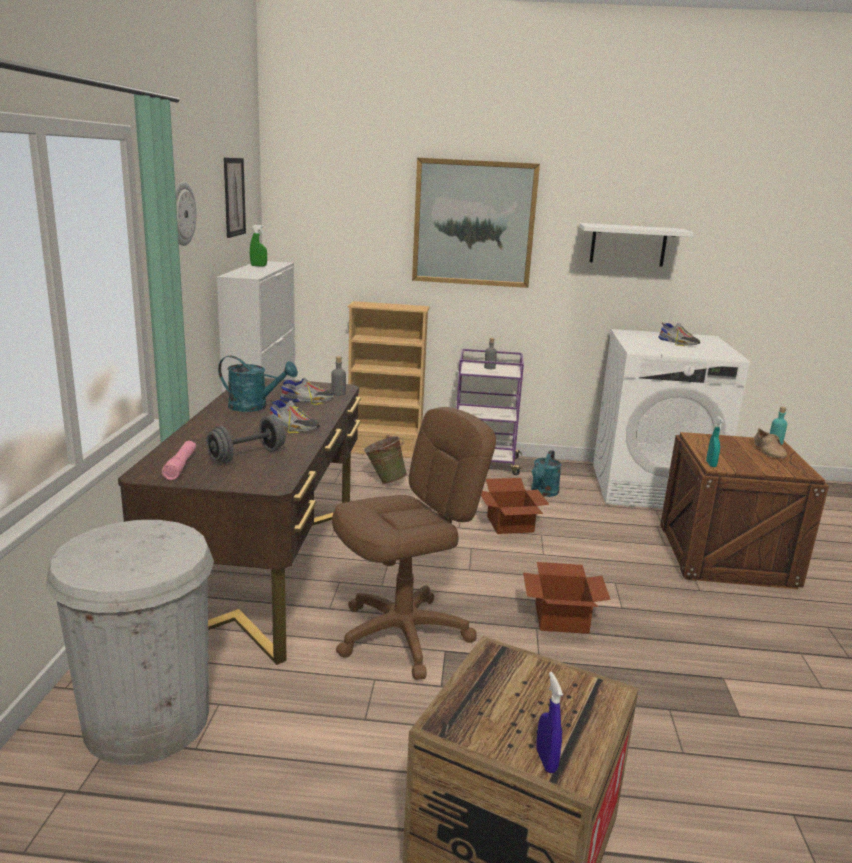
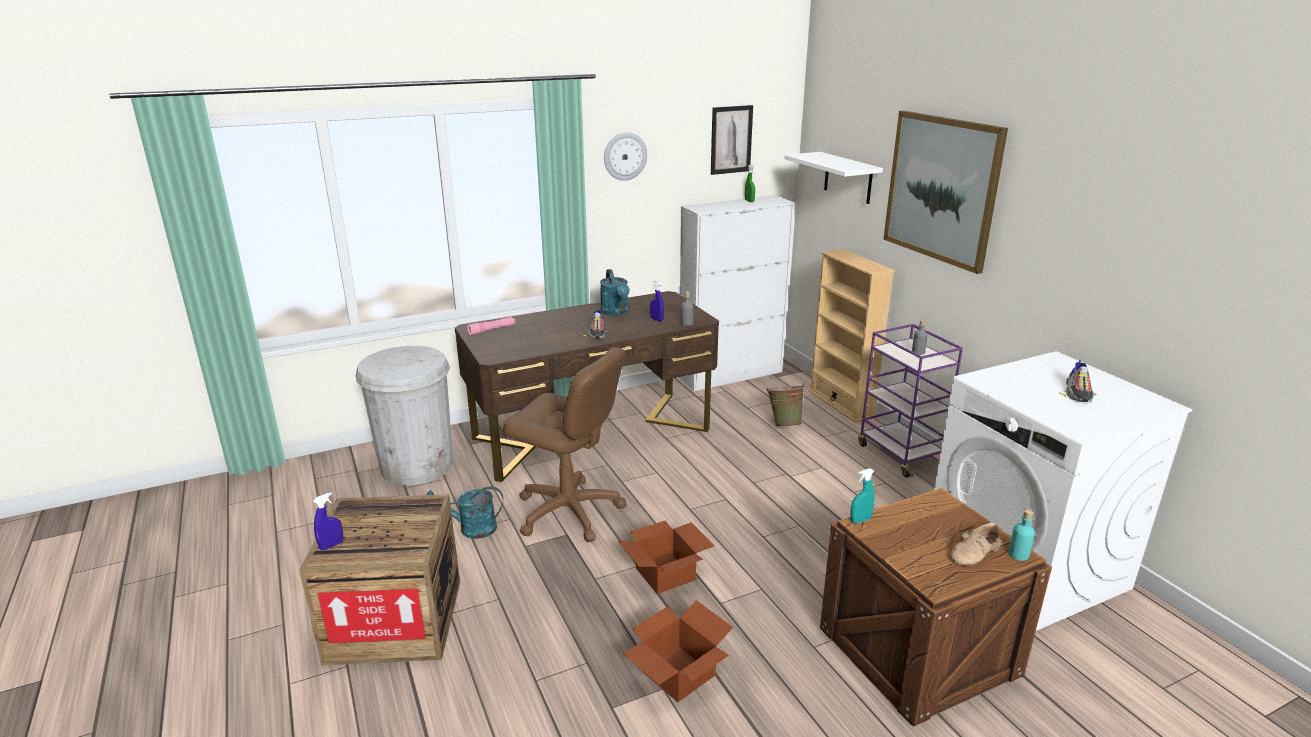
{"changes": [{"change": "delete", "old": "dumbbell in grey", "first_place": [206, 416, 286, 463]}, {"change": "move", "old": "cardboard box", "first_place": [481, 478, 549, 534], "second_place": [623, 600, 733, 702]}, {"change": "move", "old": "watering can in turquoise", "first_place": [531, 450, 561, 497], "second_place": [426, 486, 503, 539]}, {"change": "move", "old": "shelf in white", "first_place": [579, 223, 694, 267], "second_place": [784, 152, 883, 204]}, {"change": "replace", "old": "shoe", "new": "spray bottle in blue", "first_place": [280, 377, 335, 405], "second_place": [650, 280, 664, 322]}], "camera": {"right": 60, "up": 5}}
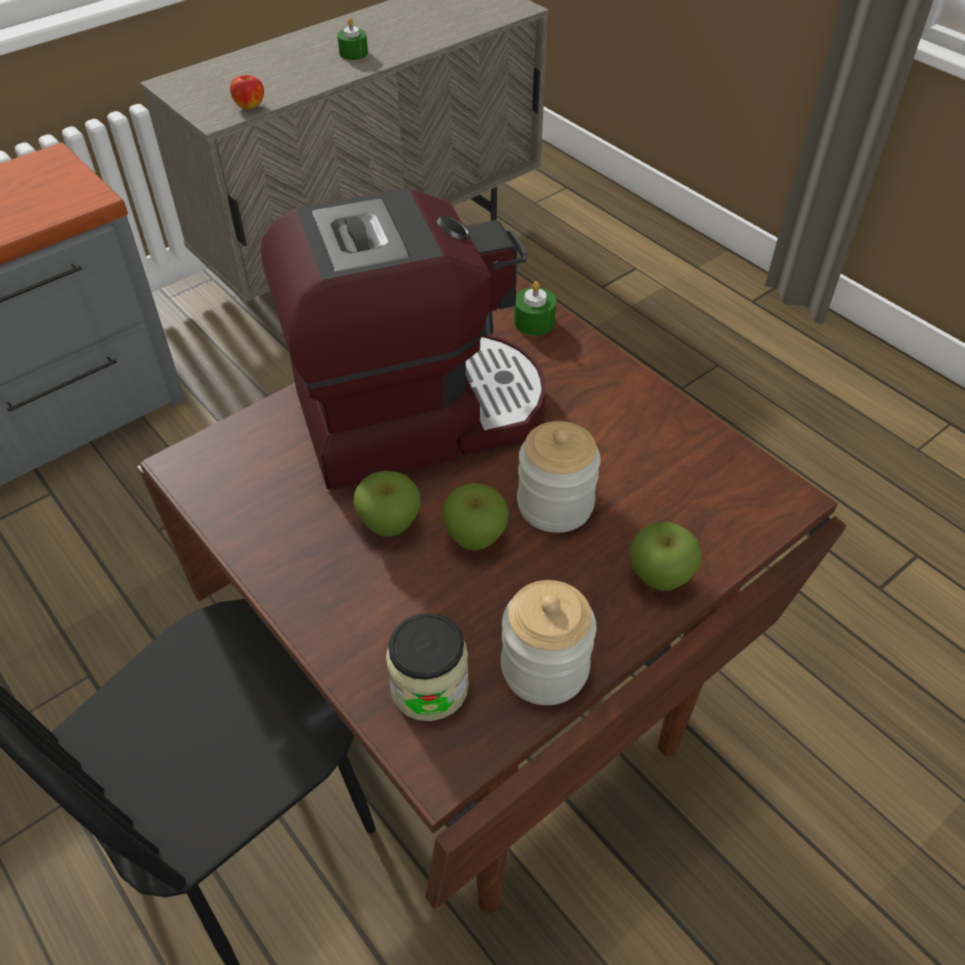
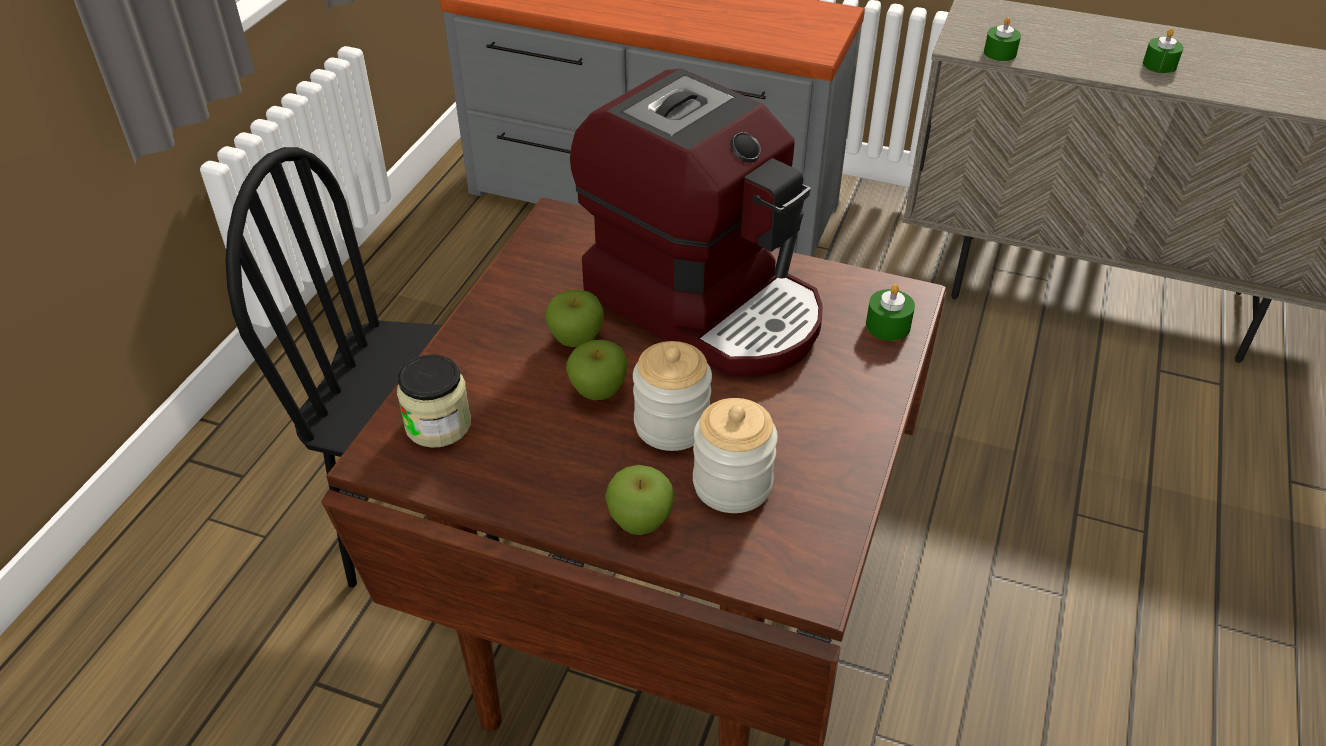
{"changes": [{"change": "move", "old": "jar", "first_place": [501, 580, 596, 705], "second_place": [693, 398, 778, 513]}, {"change": "replace", "old": "apple", "new": "candle in green", "first_place": [230, 75, 264, 110], "second_place": [984, 17, 1021, 61]}], "camera": {"right": 60, "up": -5}}
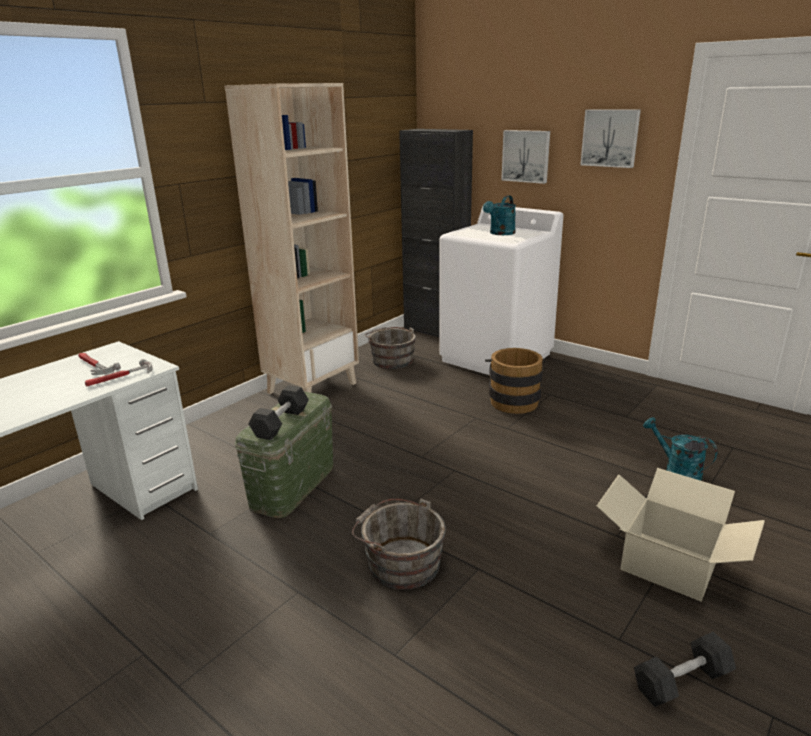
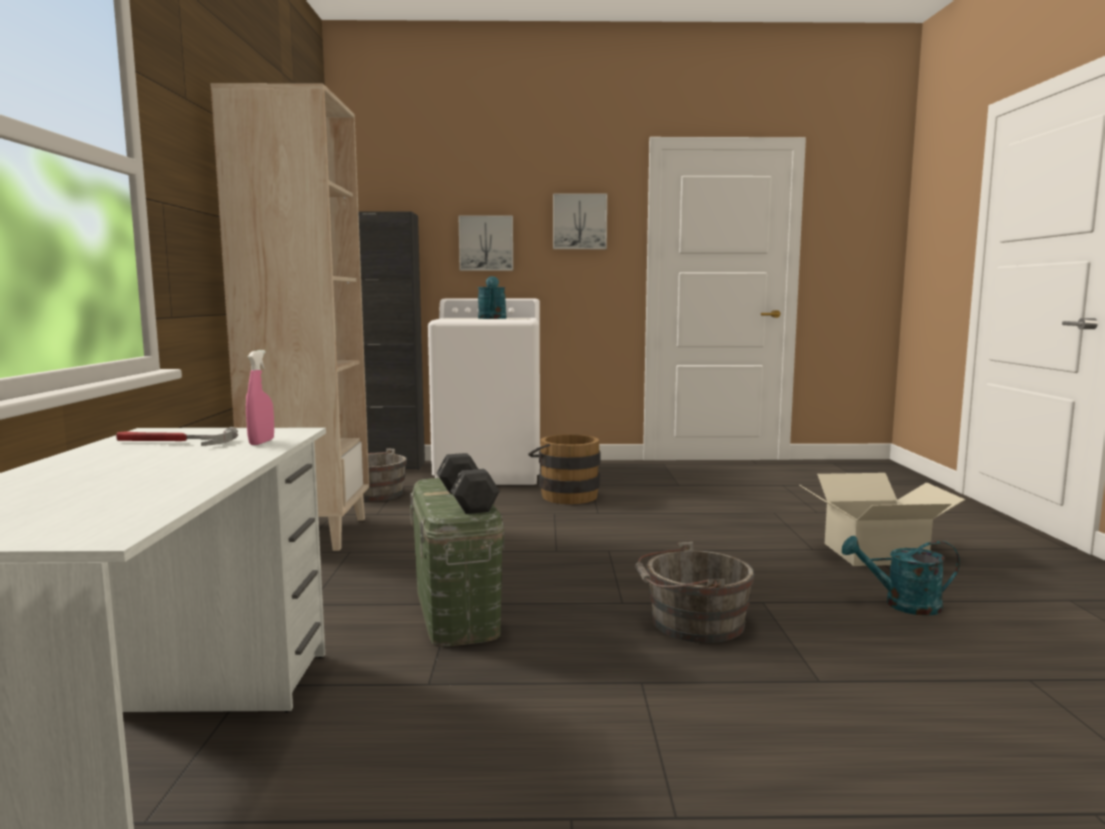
{"changes": [{"change": "delete", "old": "dumbbell in black", "first_place": [634, 632, 736, 707]}, {"change": "move", "old": "watering can in turquoise", "first_place": [643, 417, 718, 481], "second_place": [842, 536, 960, 616]}, {"change": "replace", "old": "hammer", "new": "spray bottle in pink", "first_place": [85, 359, 153, 387], "second_place": [246, 350, 274, 445]}], "camera": {"right": -40, "up": -15}}
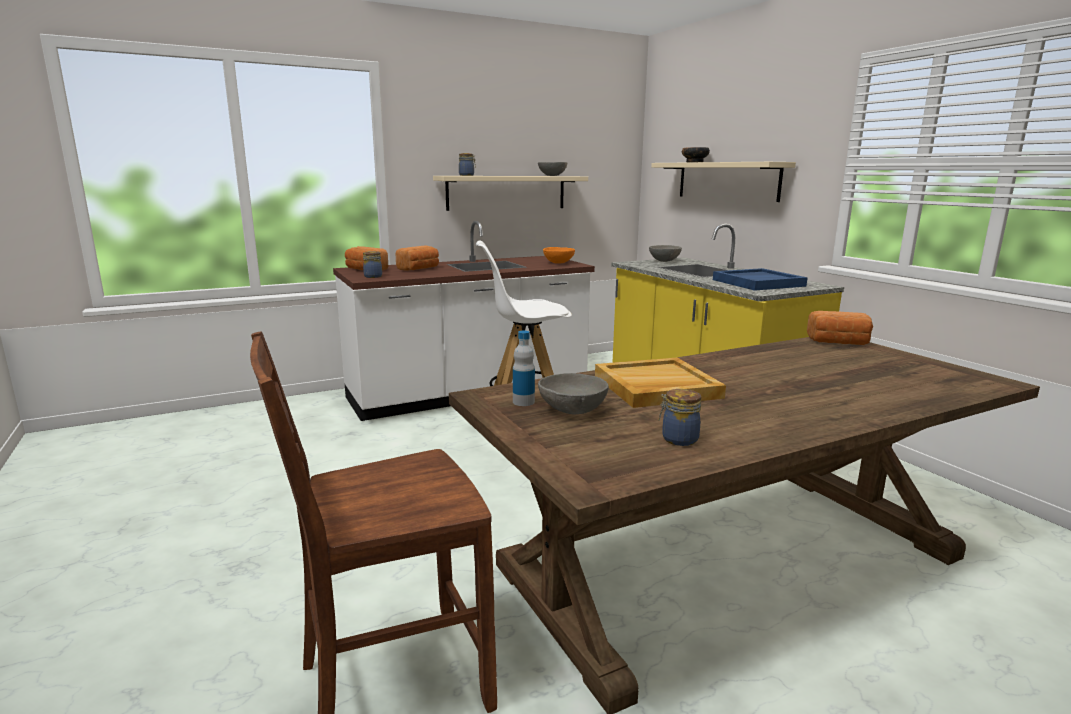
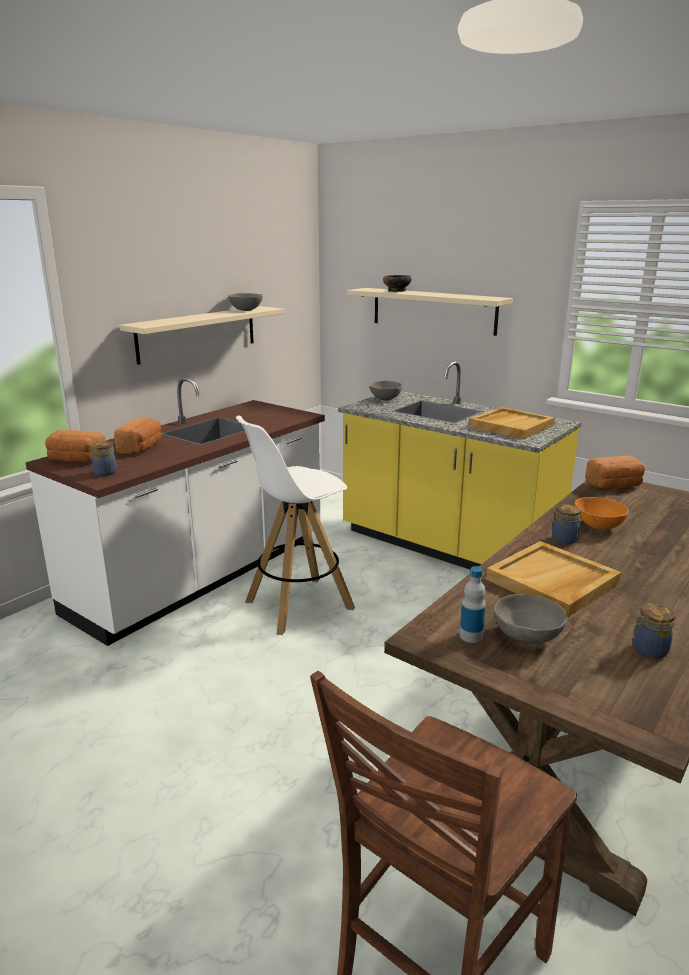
{"changes": [{"change": "move", "old": "jar", "first_place": [459, 153, 476, 176], "second_place": [552, 504, 581, 544]}, {"change": "move", "old": "bowl in orange", "first_place": [543, 247, 575, 263], "second_place": [575, 497, 629, 530]}, {"change": "recolor", "old": "tray in blue", "new": "tray in beige", "first_place": [713, 268, 808, 291], "second_place": [469, 407, 555, 439]}], "camera": {"right": -25, "up": 5}}
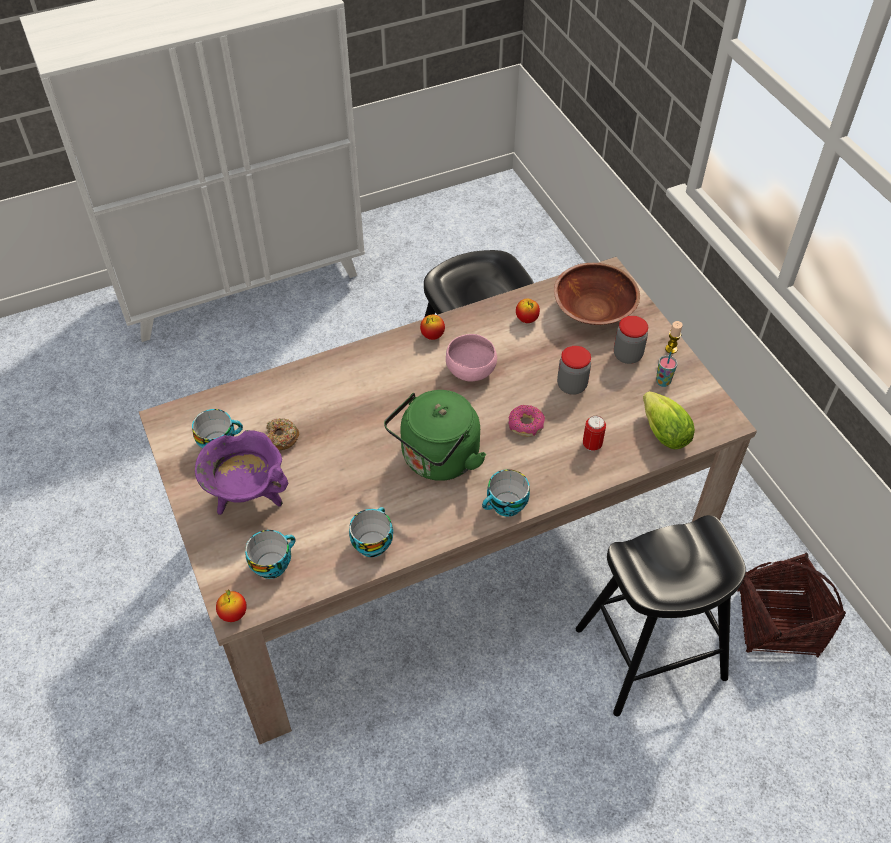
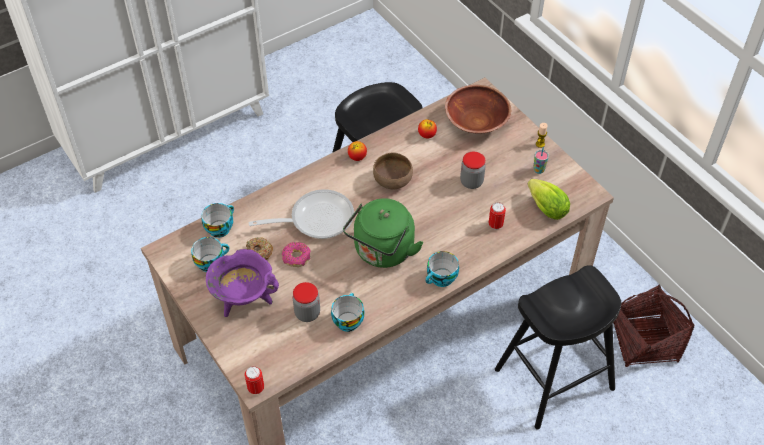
{"changes": [{"change": "insert", "new": "frying pan", "second_place": [248, 189, 354, 239]}, {"change": "move", "old": "cup", "first_place": [245, 530, 296, 579], "second_place": [201, 203, 234, 238]}, {"change": "move", "old": "donut", "first_place": [508, 405, 545, 437], "second_place": [282, 242, 311, 267]}, {"change": "move", "old": "jar", "first_place": [614, 316, 648, 364], "second_place": [293, 282, 320, 322]}, {"change": "replace", "old": "apple", "new": "can", "first_place": [216, 589, 247, 622], "second_place": [245, 366, 264, 394]}, {"change": "recolor", "old": "bowl in pink", "new": "bowl in brown", "first_place": [446, 334, 497, 382], "second_place": [373, 152, 413, 189]}], "camera": {"right": -10, "up": 0}}
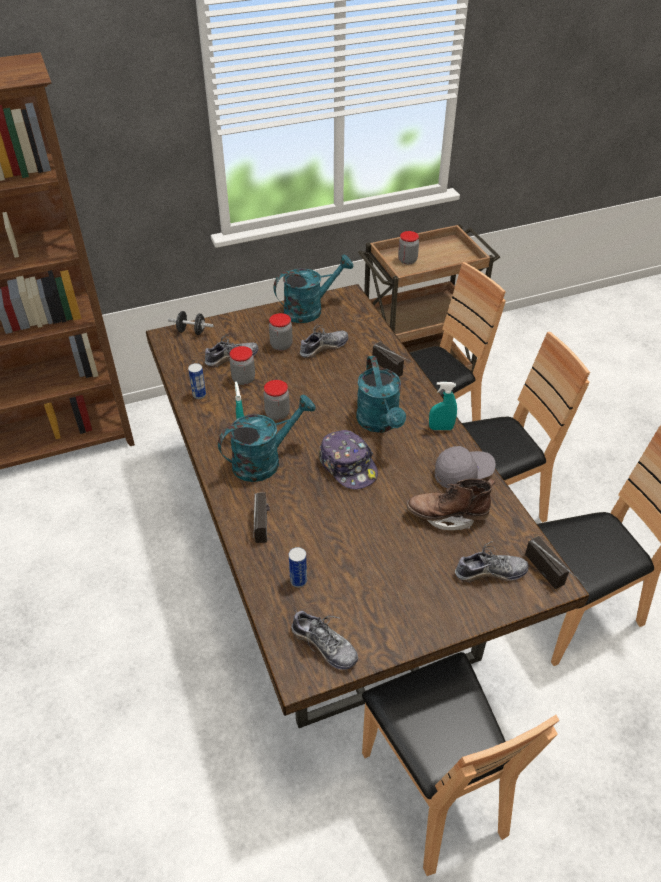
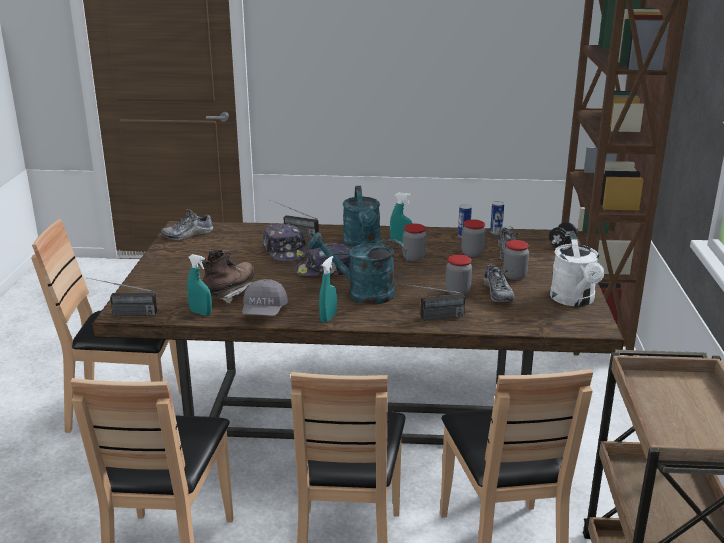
{"changes": [{"change": "delete", "old": "shoe", "first_place": [455, 541, 529, 582]}, {"change": "insert", "new": "spray bottle in turquoise", "second_place": [187, 254, 212, 315]}, {"change": "insert", "new": "cap", "second_place": [262, 224, 307, 262]}, {"change": "move", "old": "can", "first_place": [289, 547, 307, 587], "second_place": [490, 201, 504, 235]}, {"change": "move", "old": "jar", "first_place": [398, 231, 419, 265], "second_place": [446, 255, 472, 295]}, {"change": "recolor", "old": "watering can in turquoise", "new": "watering can in white", "first_place": [274, 255, 354, 323], "second_place": [550, 232, 605, 307]}], "camera": {"right": 115, "up": -20}}
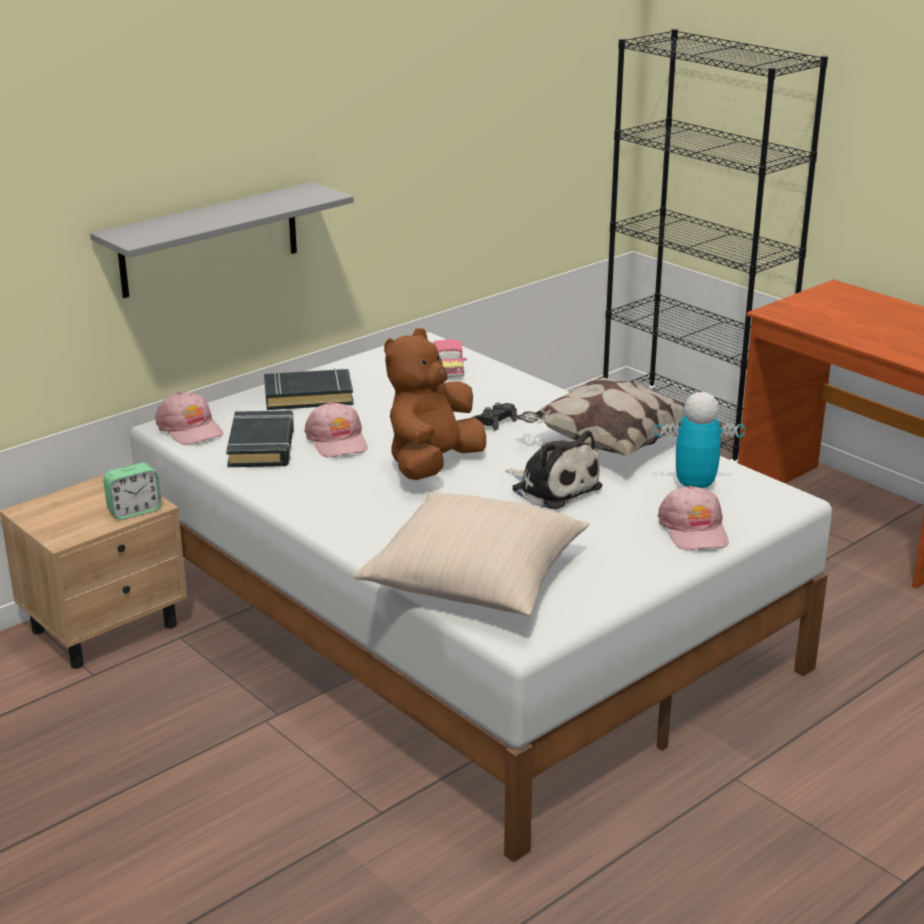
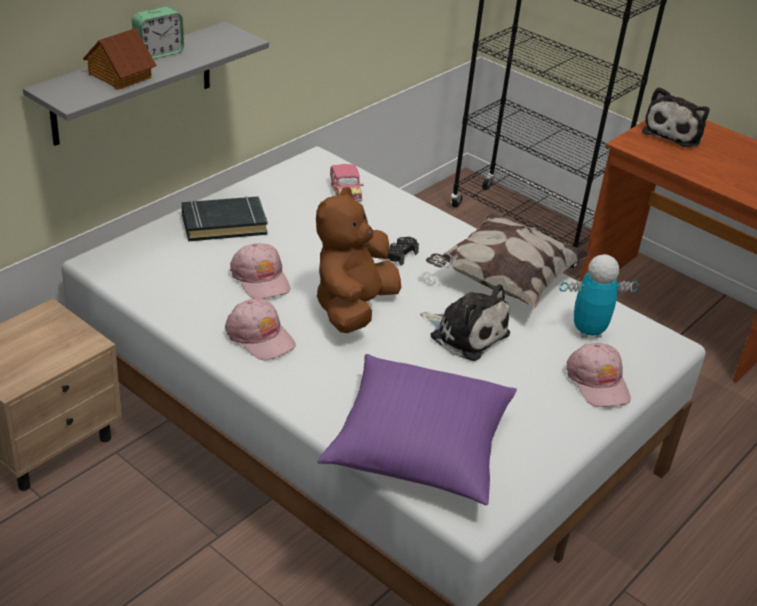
{"changes": [{"change": "delete", "old": "book in black", "first_place": [226, 411, 294, 467]}, {"change": "insert", "new": "toy house", "second_place": [83, 28, 157, 90]}, {"change": "insert", "new": "plush toy", "second_place": [642, 87, 709, 147]}, {"change": "move", "old": "alarm clock", "first_place": [103, 463, 161, 520], "second_place": [132, 7, 184, 59]}, {"change": "move", "old": "cap in pink", "first_place": [155, 392, 223, 445], "second_place": [225, 298, 296, 361]}, {"change": "recolor", "old": "pillow in beige", "new": "pillow in purple", "first_place": [354, 492, 589, 616], "second_place": [318, 354, 517, 505]}], "camera": {"right": -10, "up": 10}}
